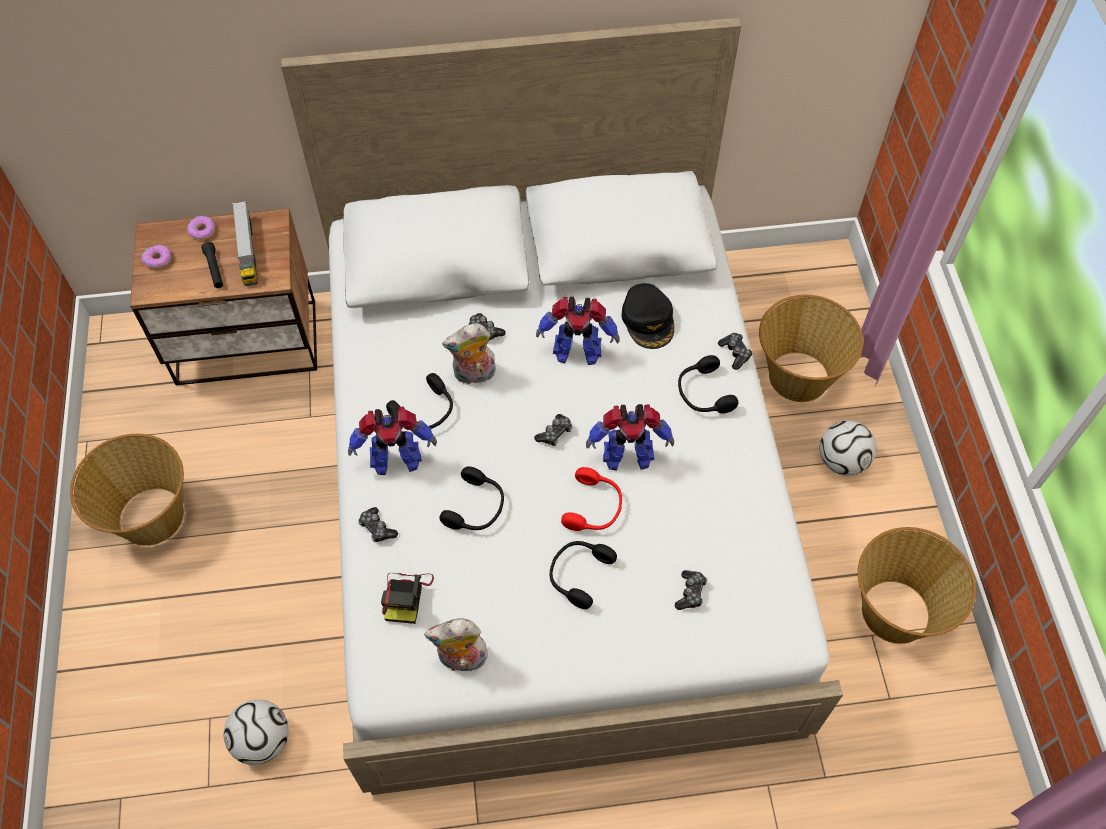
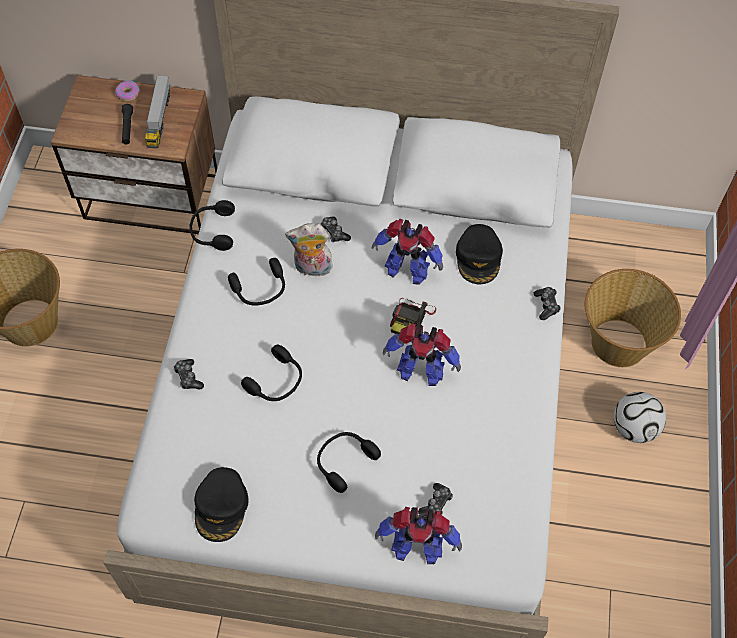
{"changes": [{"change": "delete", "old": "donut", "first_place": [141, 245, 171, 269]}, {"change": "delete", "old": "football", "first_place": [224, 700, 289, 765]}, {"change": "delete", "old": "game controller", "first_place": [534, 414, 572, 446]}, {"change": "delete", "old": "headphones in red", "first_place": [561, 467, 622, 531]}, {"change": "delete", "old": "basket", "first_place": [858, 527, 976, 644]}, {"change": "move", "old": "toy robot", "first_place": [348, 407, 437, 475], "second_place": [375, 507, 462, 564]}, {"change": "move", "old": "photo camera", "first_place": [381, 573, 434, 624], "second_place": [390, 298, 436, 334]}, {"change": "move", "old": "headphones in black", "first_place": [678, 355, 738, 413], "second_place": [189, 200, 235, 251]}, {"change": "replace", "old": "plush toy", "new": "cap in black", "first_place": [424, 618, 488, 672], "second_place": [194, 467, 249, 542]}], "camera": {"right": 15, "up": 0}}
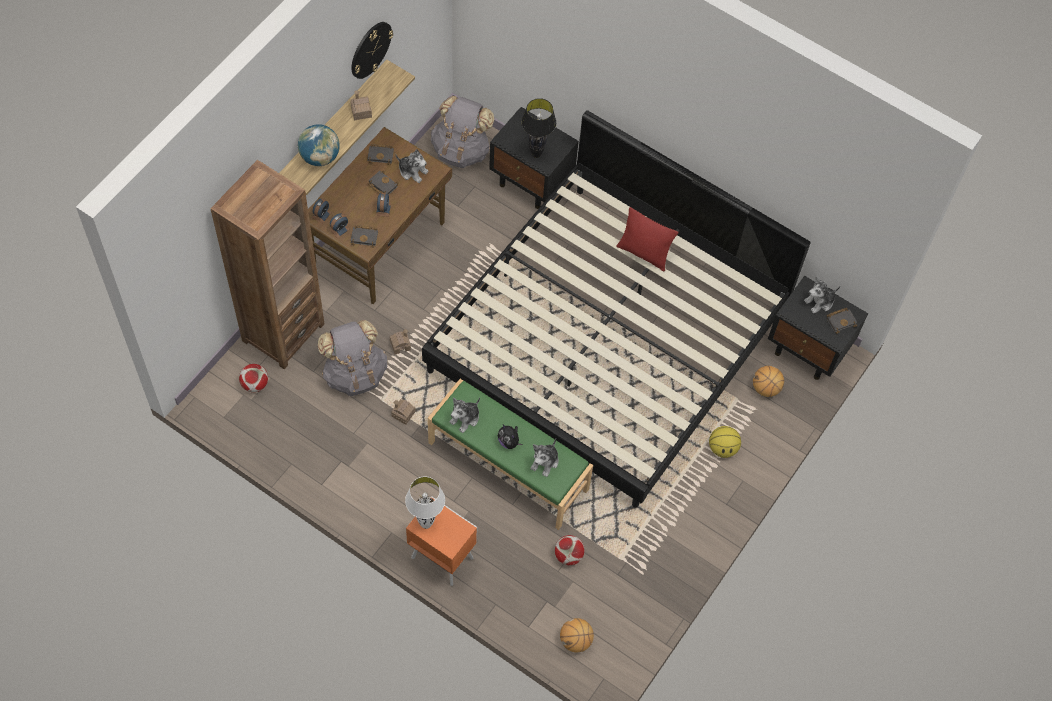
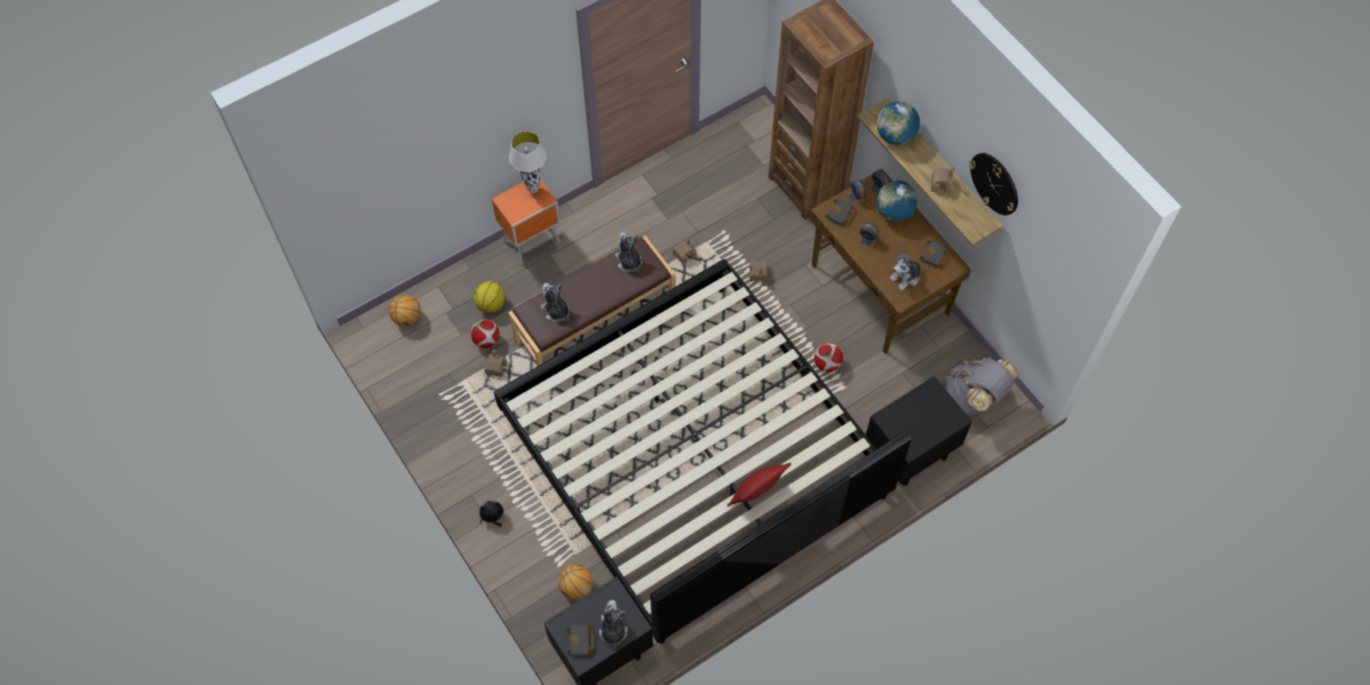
{"changes": [{"change": "delete", "old": "backpack in grey", "first_place": [317, 320, 387, 396]}, {"change": "delete", "old": "book in black", "first_place": [368, 170, 399, 195]}, {"change": "delete", "old": "table lamp in black", "first_place": [521, 98, 556, 158]}, {"change": "insert", "new": "toy house", "second_place": [484, 349, 507, 377]}, {"change": "insert", "new": "globe", "second_place": [876, 181, 918, 222]}, {"change": "move", "old": "football", "first_place": [239, 364, 268, 392], "second_place": [814, 343, 843, 372]}, {"change": "move", "old": "plush toy", "first_place": [498, 424, 522, 449], "second_place": [480, 501, 503, 527]}, {"change": "move", "old": "basketball", "first_place": [709, 426, 741, 458], "second_place": [473, 281, 505, 313]}, {"change": "recolor", "old": "bench in green", "new": "bench in brown", "first_place": [428, 379, 593, 530], "second_place": [508, 236, 675, 366]}], "camera": {"right": 115, "up": 0}}
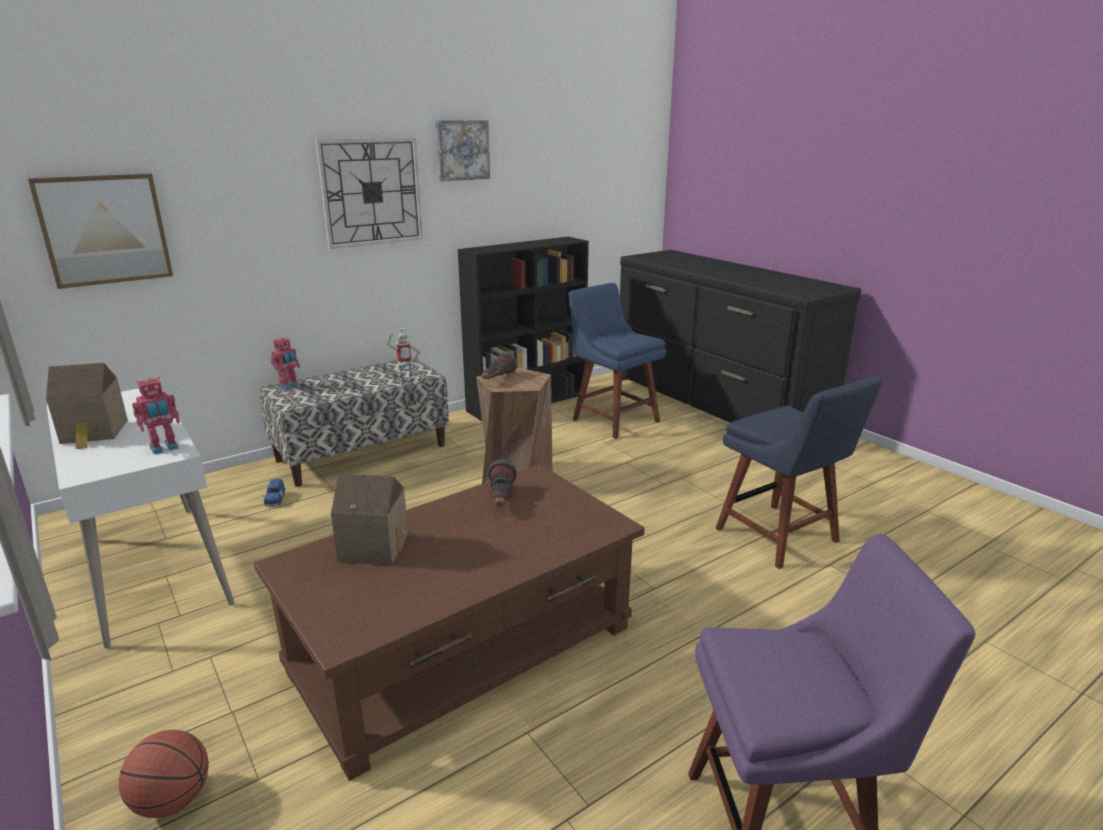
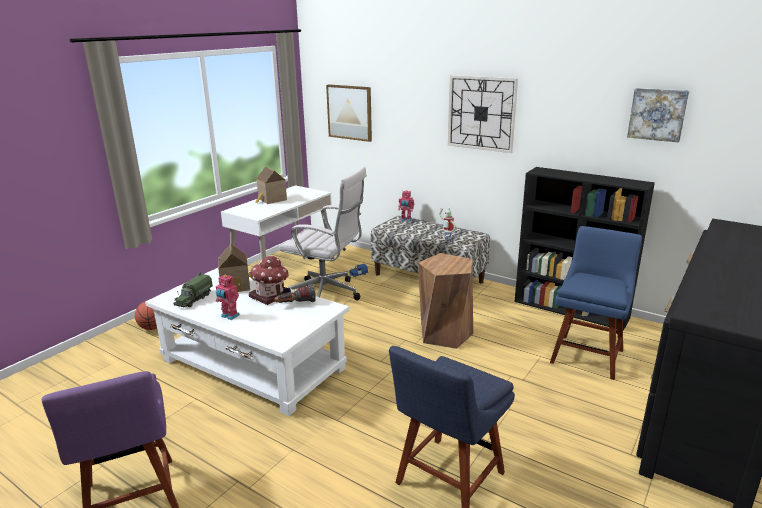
{"changes": [{"change": "delete", "old": "flashlight", "first_place": [481, 352, 518, 379]}, {"change": "insert", "new": "toy truck", "second_place": [173, 272, 213, 307]}, {"change": "insert", "new": "toy house", "second_place": [249, 256, 291, 305]}, {"change": "insert", "new": "office chair in white", "second_place": [279, 167, 367, 301]}, {"change": "move", "old": "toy robot", "first_place": [132, 377, 180, 455], "second_place": [216, 275, 240, 320]}, {"change": "move", "old": "picture", "first_place": [436, 120, 490, 181], "second_place": [627, 88, 689, 142]}, {"change": "recolor", "old": "coffee table in brown", "new": "coffee table in white", "first_place": [254, 464, 645, 781], "second_place": [145, 268, 350, 416]}], "camera": {"right": 70, "up": 0}}
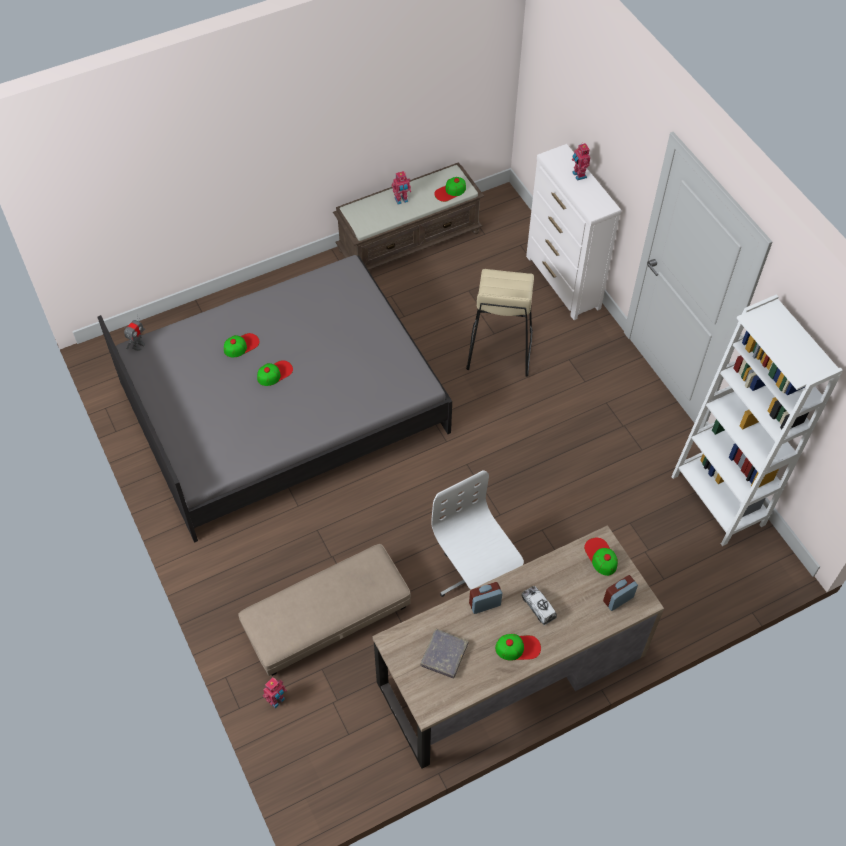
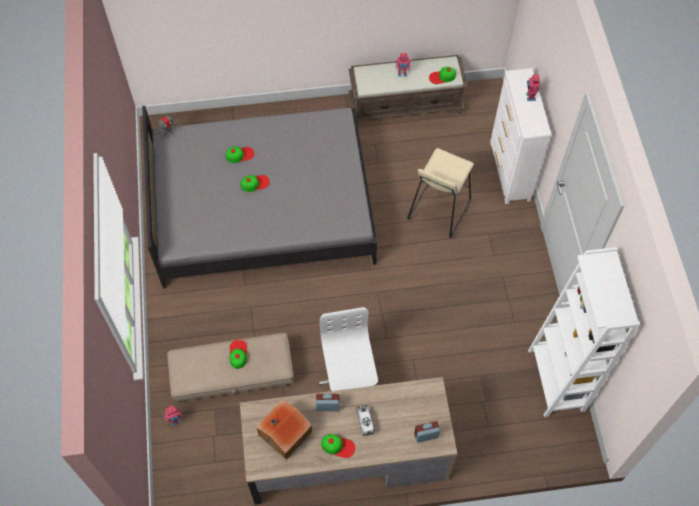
{"changes": [{"change": "move", "old": "cap", "first_place": [584, 538, 618, 576], "second_place": [230, 340, 247, 369]}, {"change": "replace", "old": "book in grey", "new": "toy house", "first_place": [420, 629, 469, 679], "second_place": [256, 400, 312, 459]}], "camera": {"right": 20, "up": 5}}
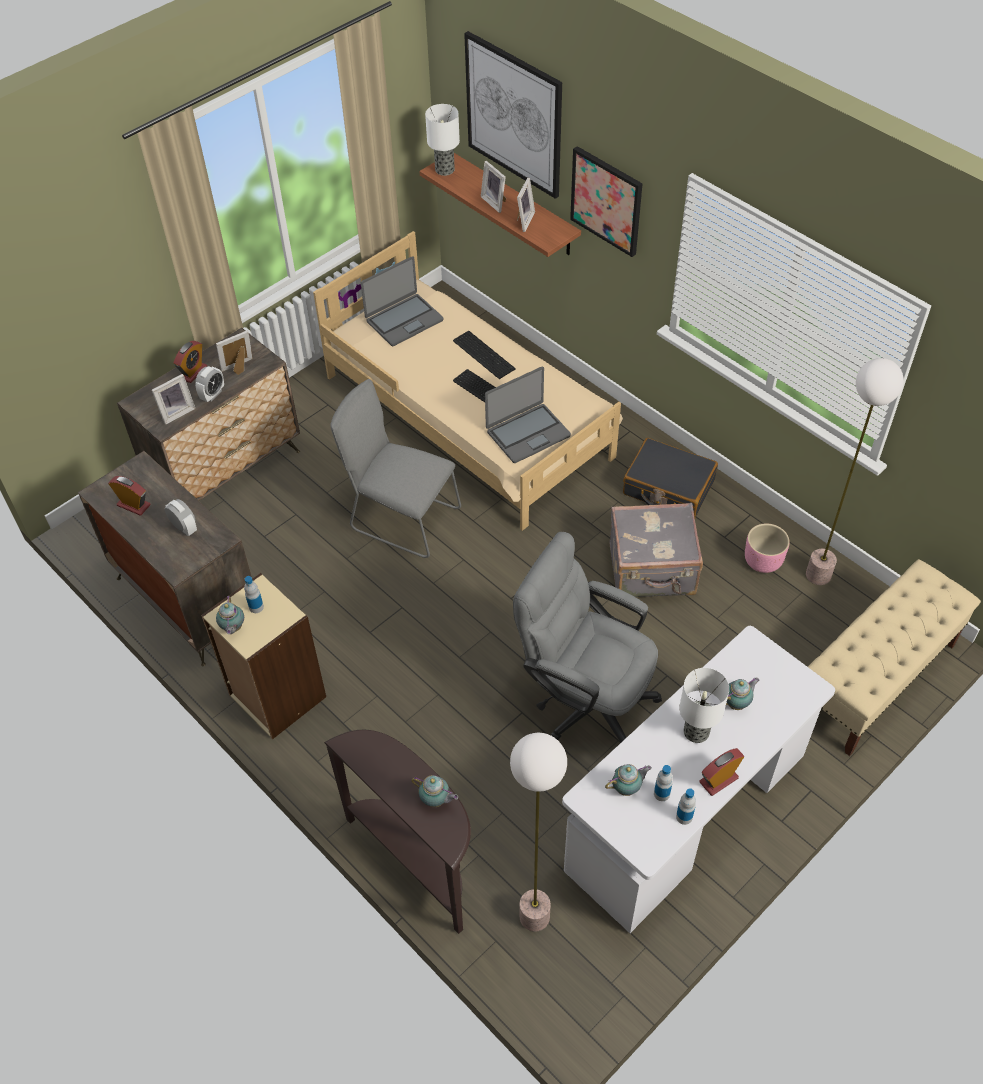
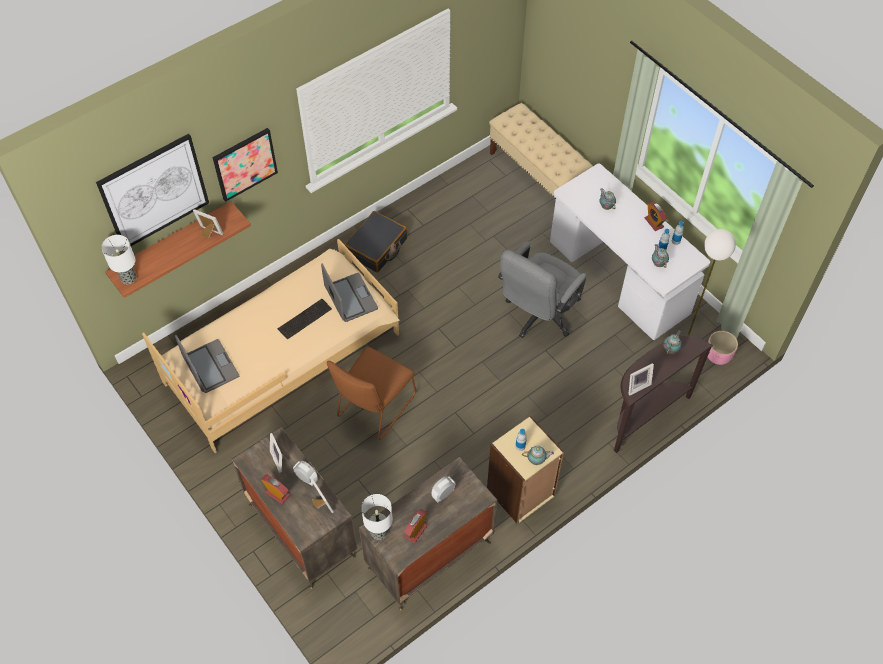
{"changes": [{"change": "delete", "old": "keyboard", "first_place": [453, 331, 516, 379]}, {"change": "delete", "old": "suitcase in grey", "first_place": [610, 503, 703, 597]}, {"change": "delete", "old": "floor lamp", "first_place": [806, 358, 904, 585]}, {"change": "move", "old": "picture frame", "first_place": [481, 161, 506, 213], "second_place": [628, 363, 654, 396]}, {"change": "move", "old": "table lamp", "first_place": [679, 668, 729, 743], "second_place": [361, 494, 393, 540]}, {"change": "move", "old": "planter in pink", "first_place": [745, 523, 790, 573], "second_place": [708, 331, 738, 365]}, {"change": "recolor", "old": "chair in grey", "new": "chair in brown", "first_place": [330, 379, 461, 558], "second_place": [327, 347, 416, 440]}], "camera": {"right": -85, "up": 5}}
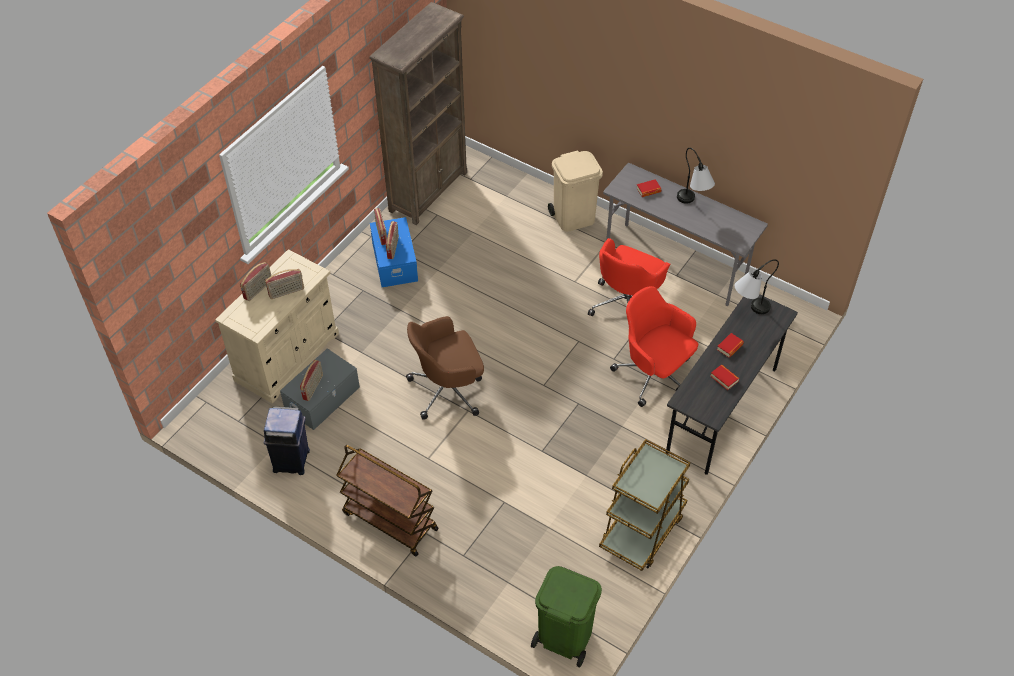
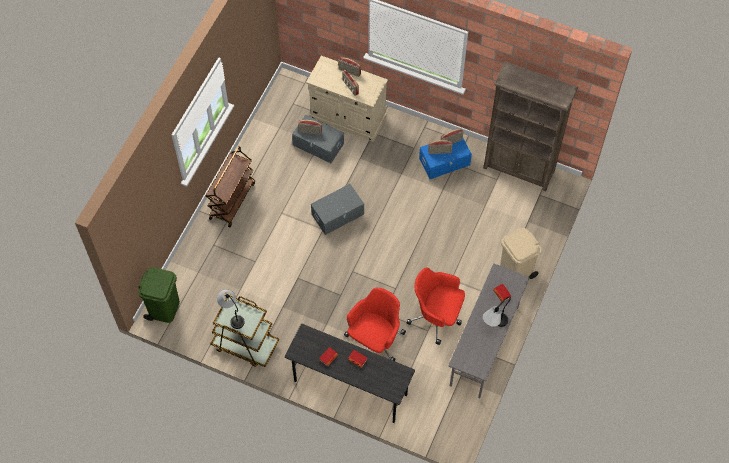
{"changes": [{"change": "delete", "old": "trash can in blue", "first_place": [264, 406, 310, 475]}, {"change": "move", "old": "table lamp", "first_place": [735, 259, 779, 314], "second_place": [217, 289, 245, 329]}, {"change": "replace", "old": "office chair in brown", "new": "storage box in grey", "first_place": [406, 316, 484, 420], "second_place": [311, 184, 364, 235]}], "camera": {"right": 80, "up": 10}}
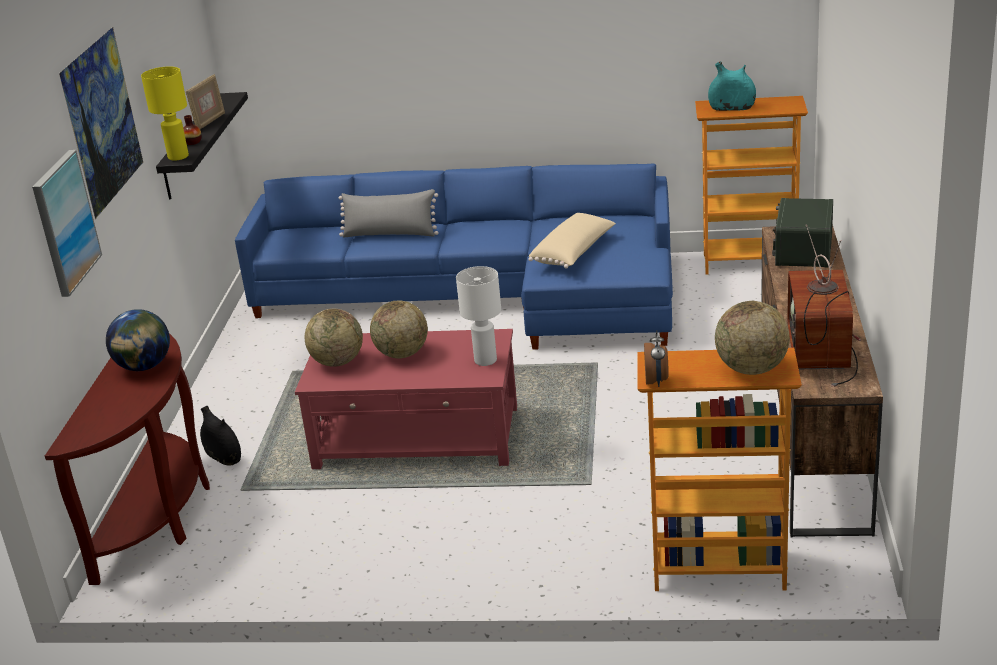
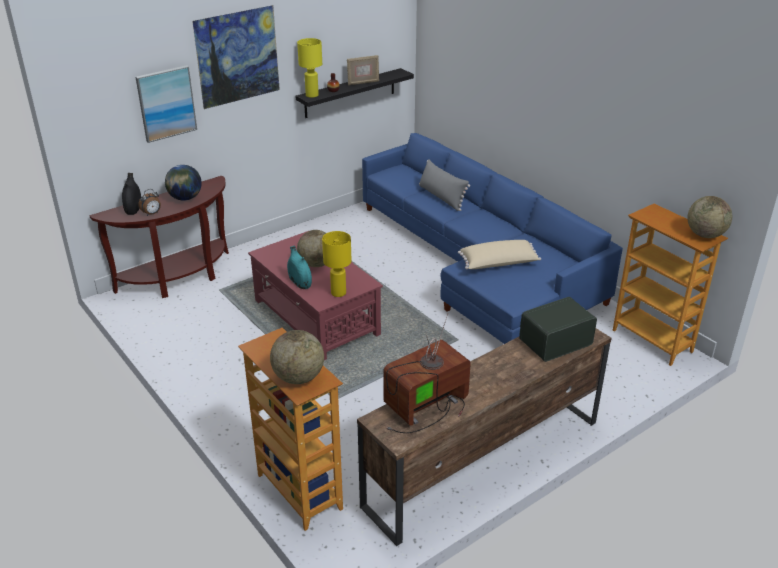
{"changes": [{"change": "move", "old": "vase in black", "first_place": [200, 406, 241, 466], "second_place": [122, 173, 141, 215]}, {"change": "move", "old": "globe", "first_place": [305, 309, 363, 367], "second_place": [687, 196, 732, 238]}, {"change": "move", "old": "alarm clock", "first_place": [644, 330, 669, 387], "second_place": [139, 189, 161, 216]}, {"change": "move", "old": "vase in turquoise", "first_place": [708, 61, 756, 111], "second_place": [287, 246, 312, 289]}, {"change": "recolor", "old": "table lamp in white", "new": "table lamp in yellow", "first_place": [456, 266, 501, 366], "second_place": [322, 231, 351, 297]}], "camera": {"right": 45, "up": 5}}
